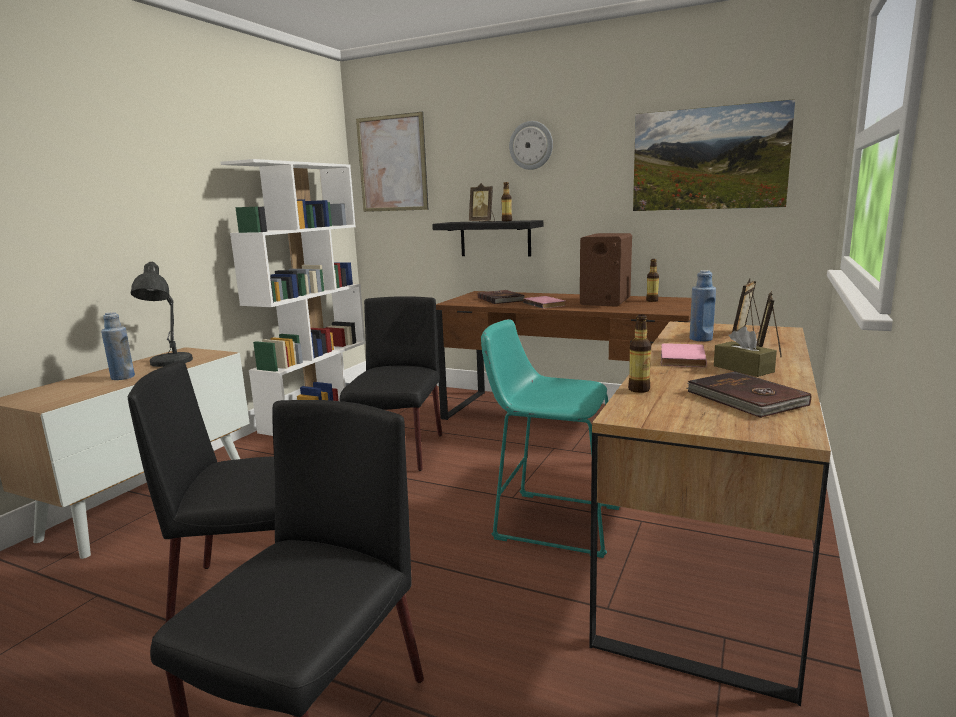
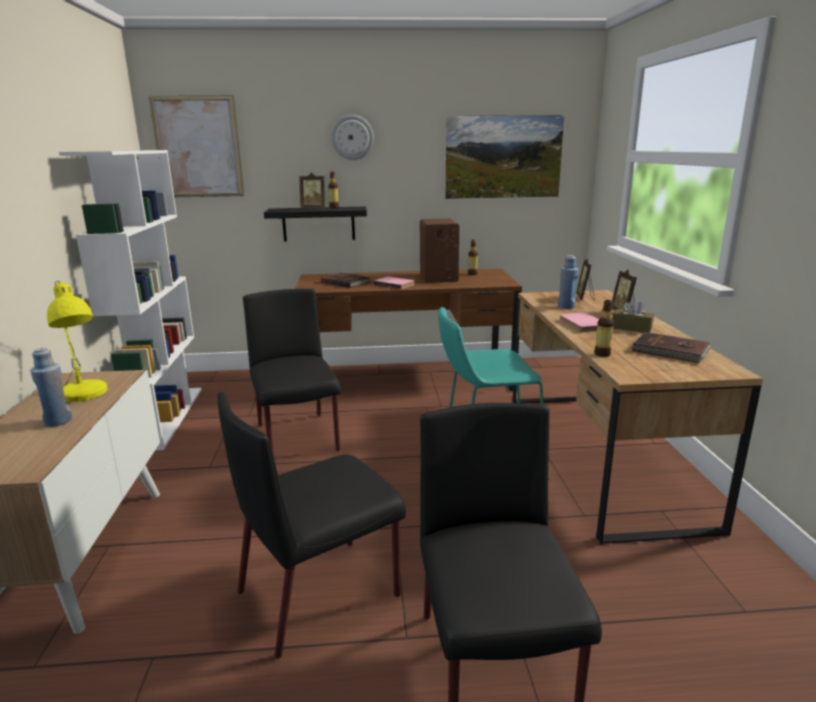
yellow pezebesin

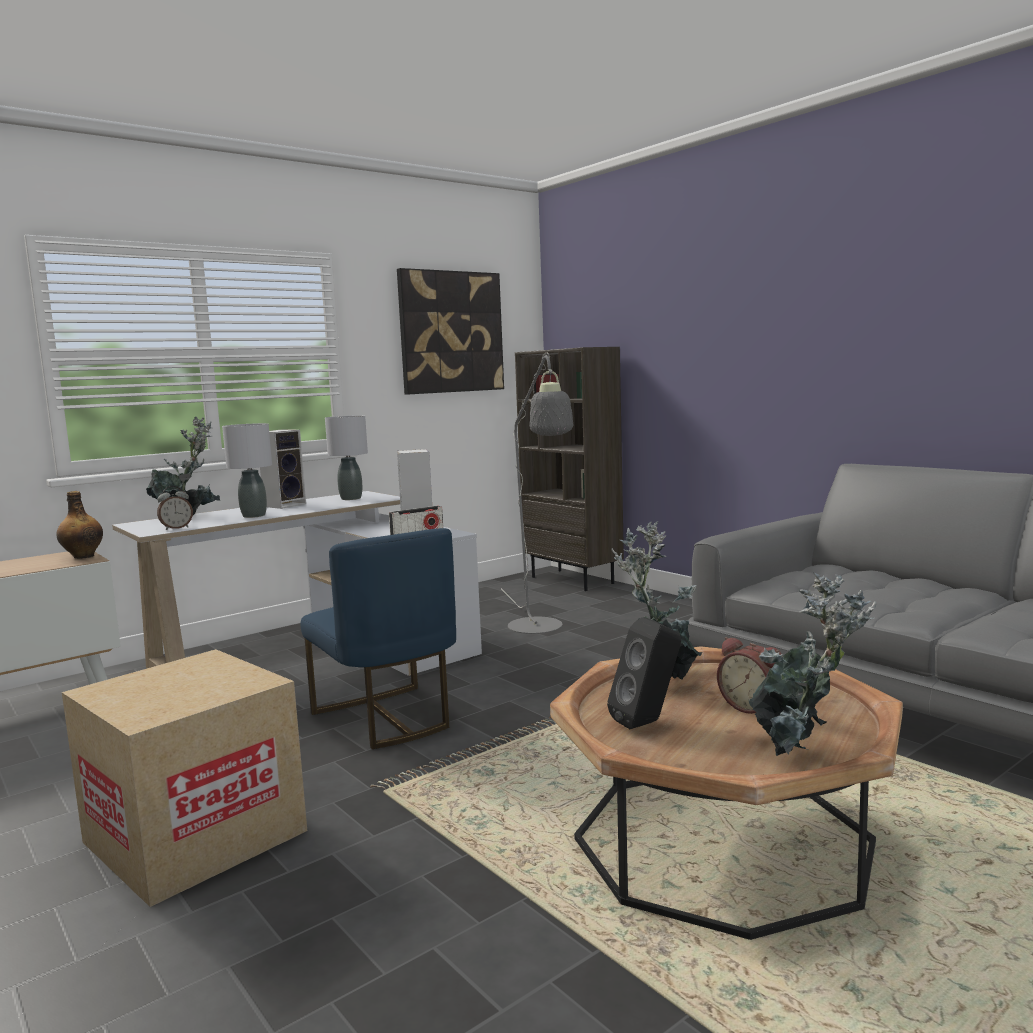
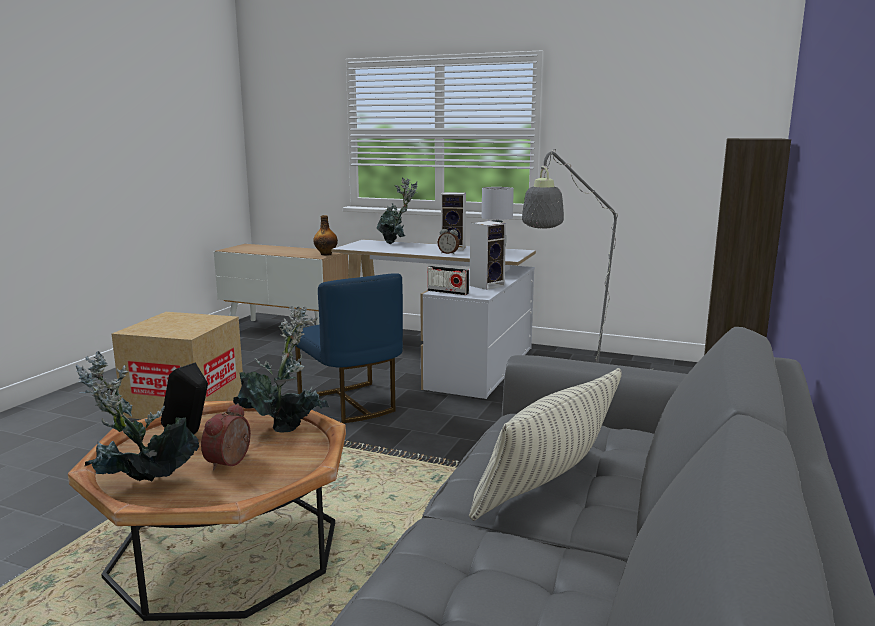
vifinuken
grey pezebesin (no. 1 from left in the first image)
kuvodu (no. 2 from left)
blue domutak
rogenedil

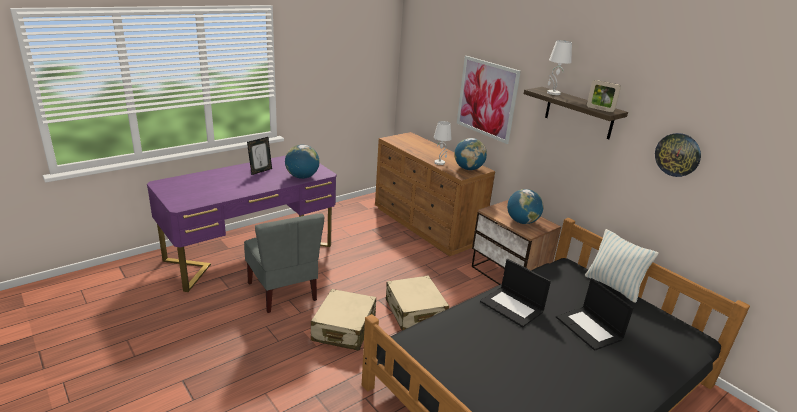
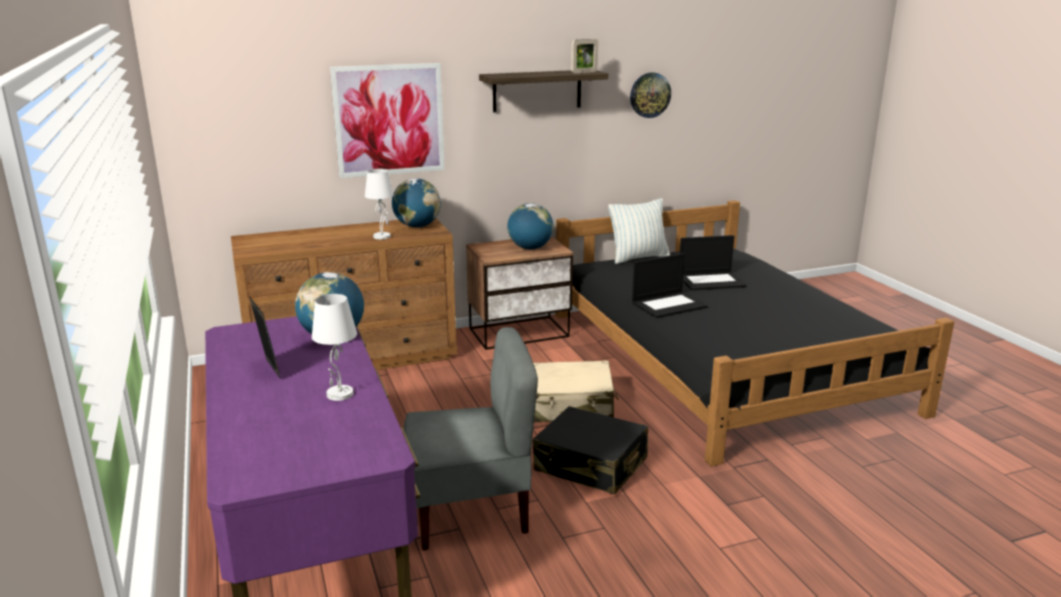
white pezebesin (no. 1 from left)
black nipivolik

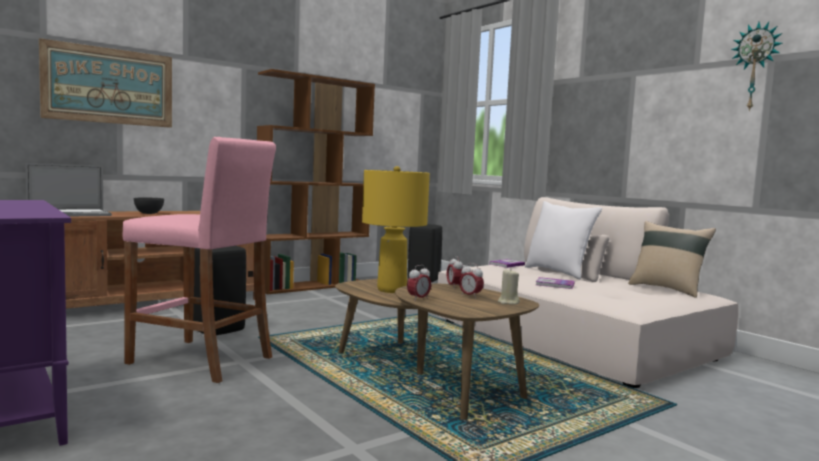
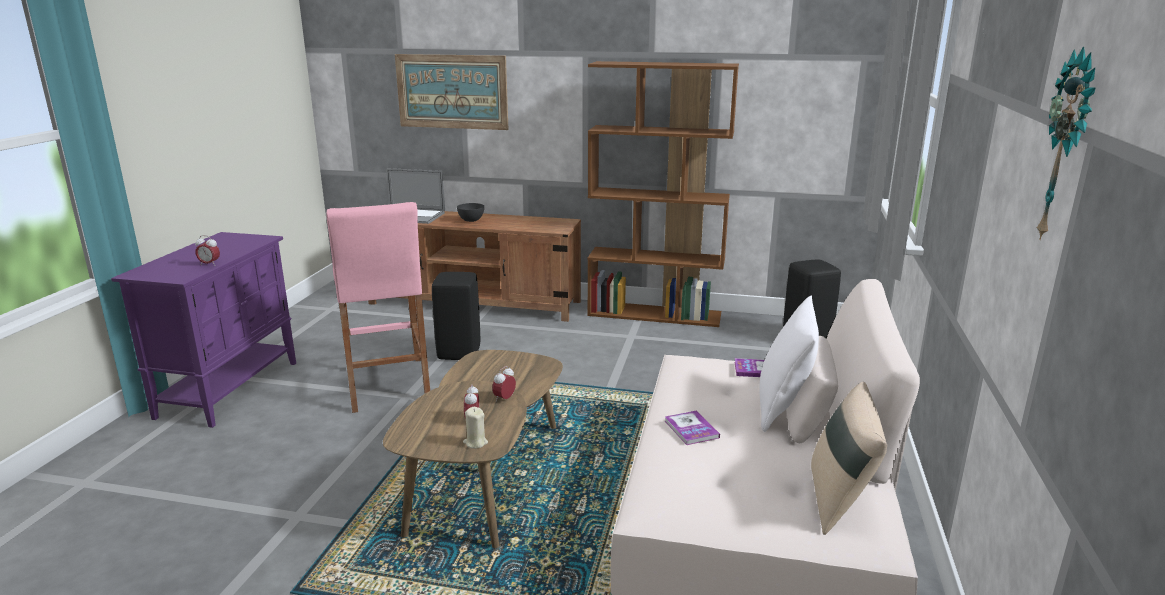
yellow pezebesin
kuvodu (no. 1 from left)

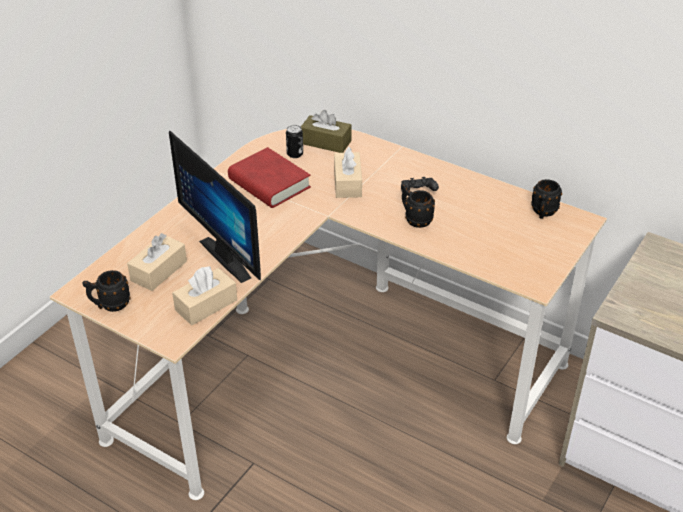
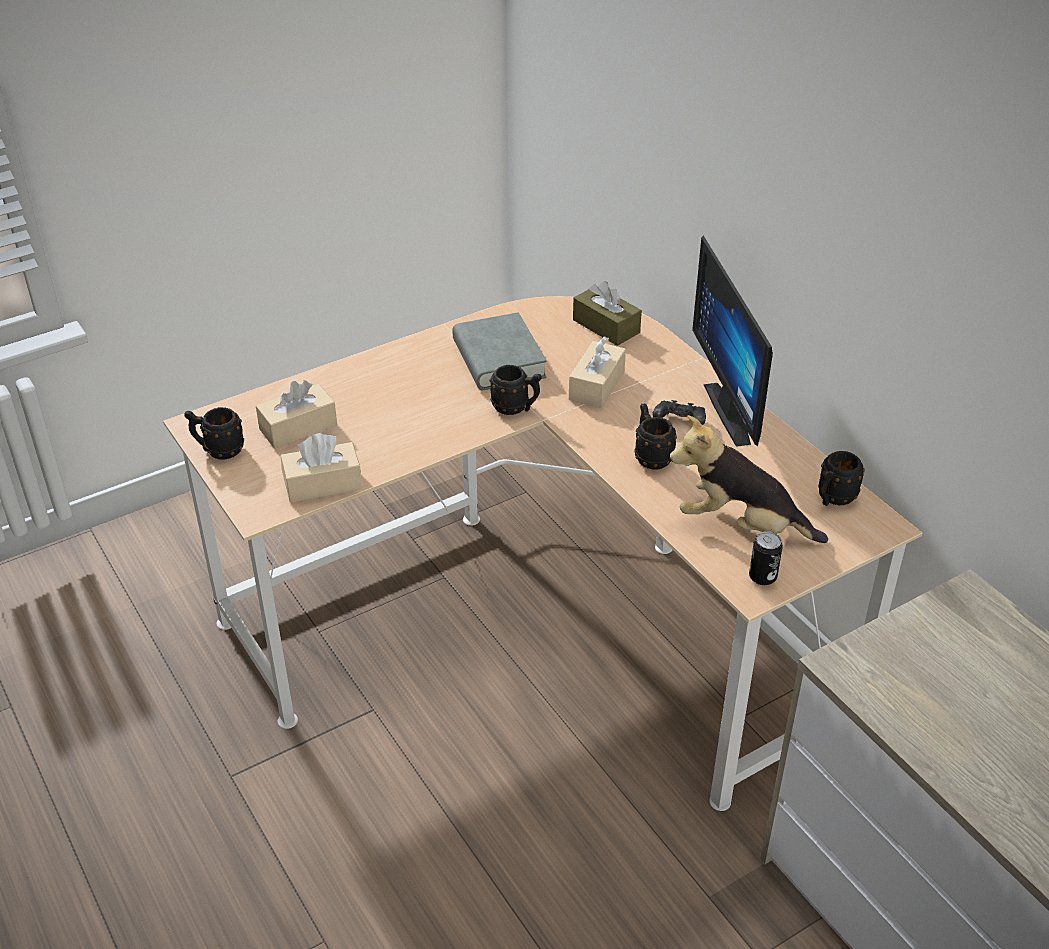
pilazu
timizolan
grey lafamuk
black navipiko (no. 2 from left)
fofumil

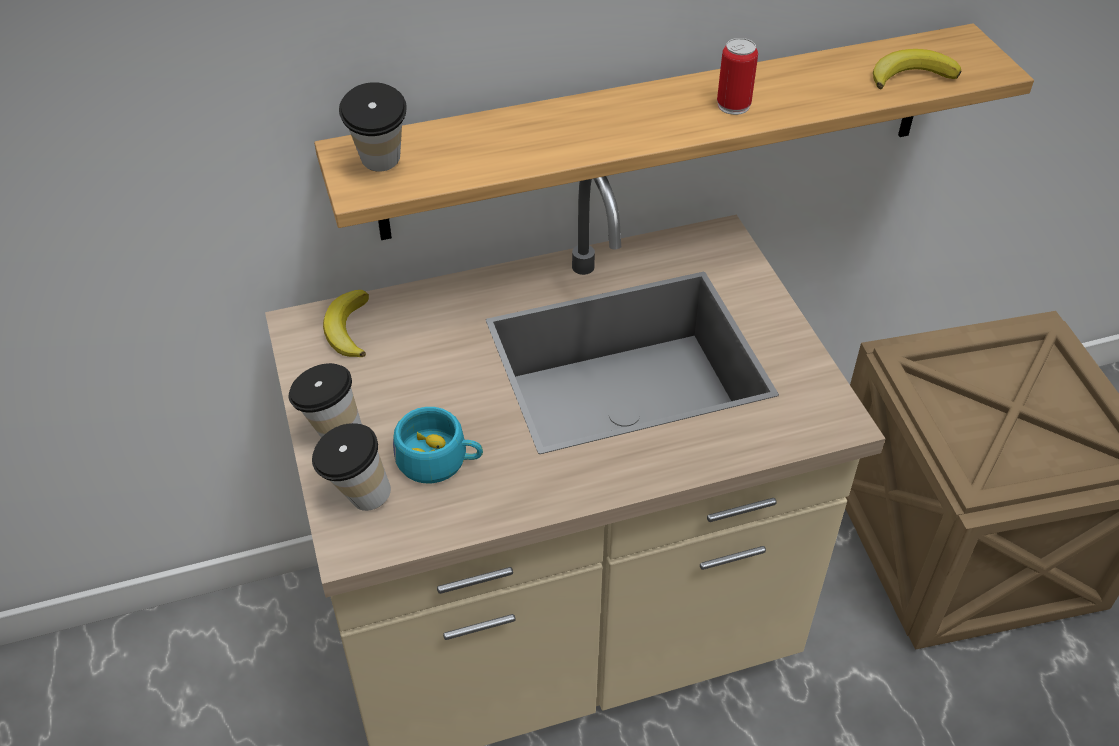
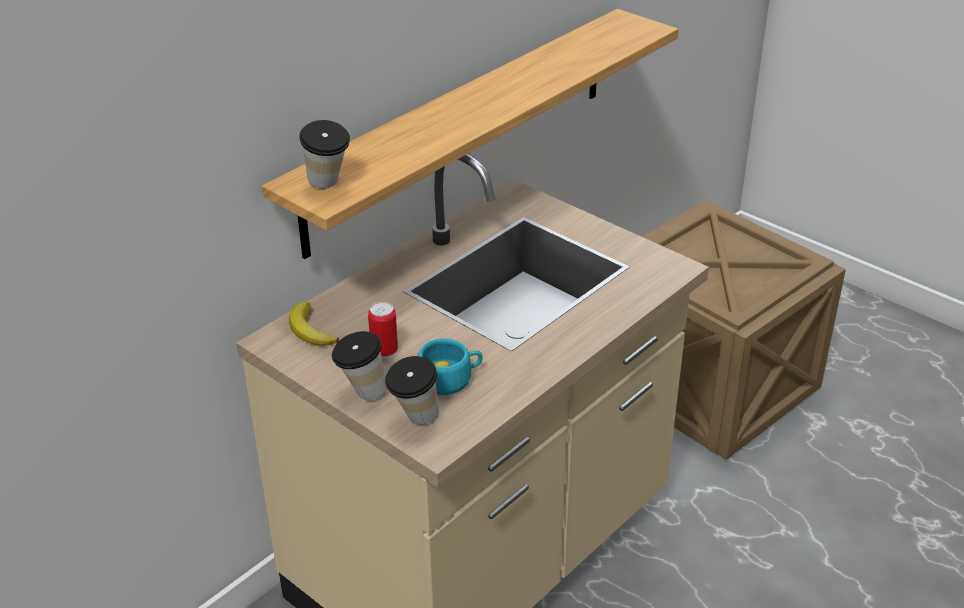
pilazu
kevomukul (no. 2 from left in the first image)

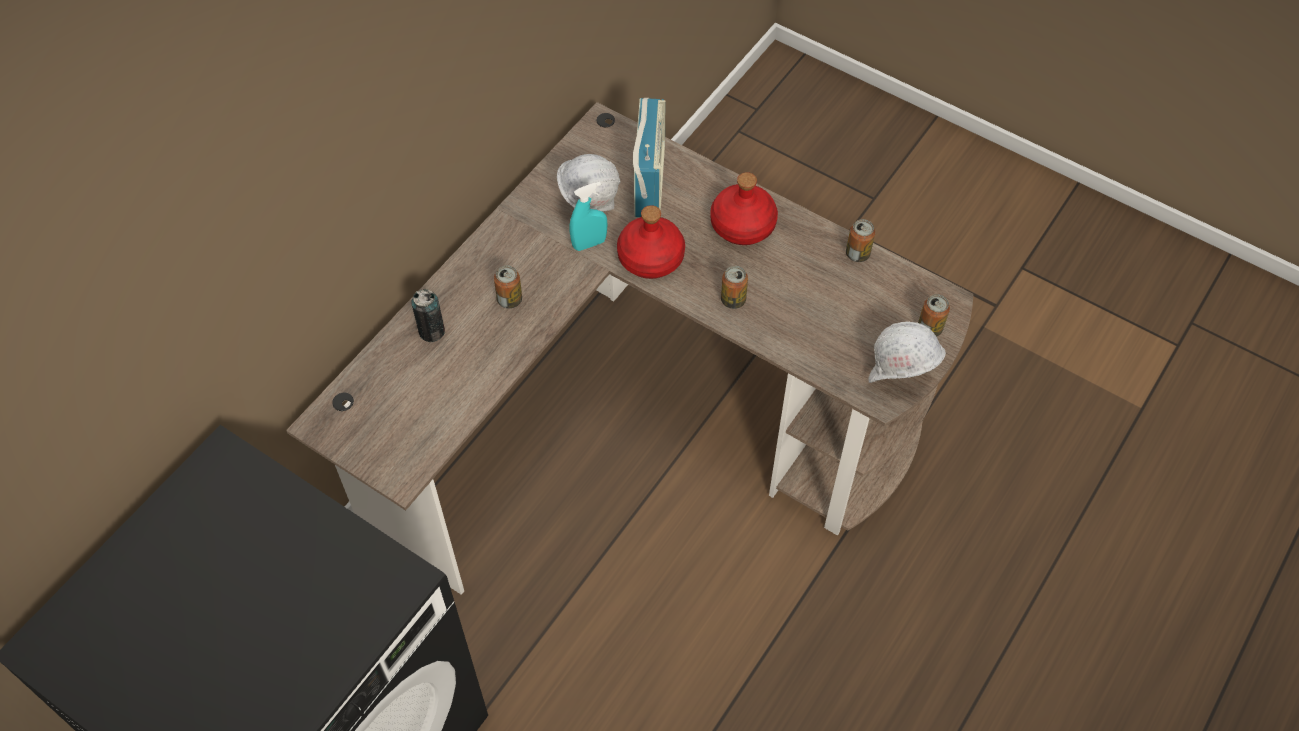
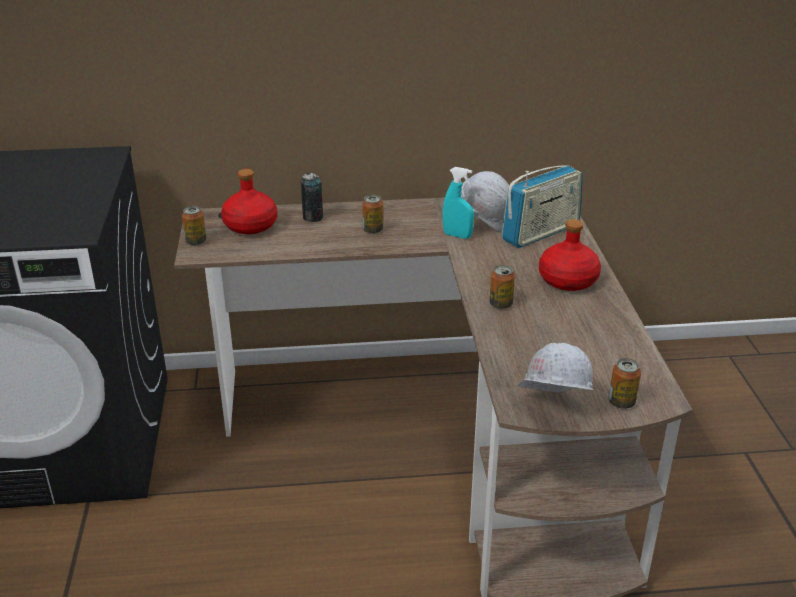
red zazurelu (no. 1 from left)
pilazu (no. 1 from left)

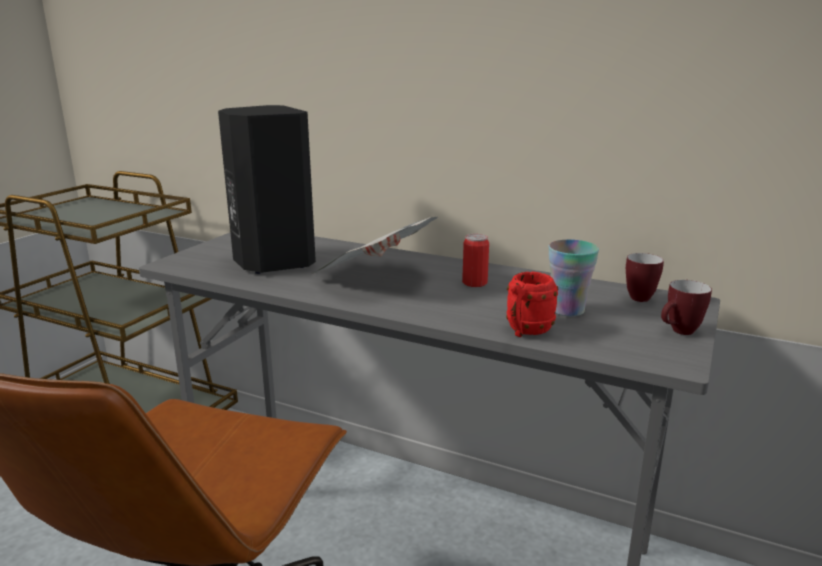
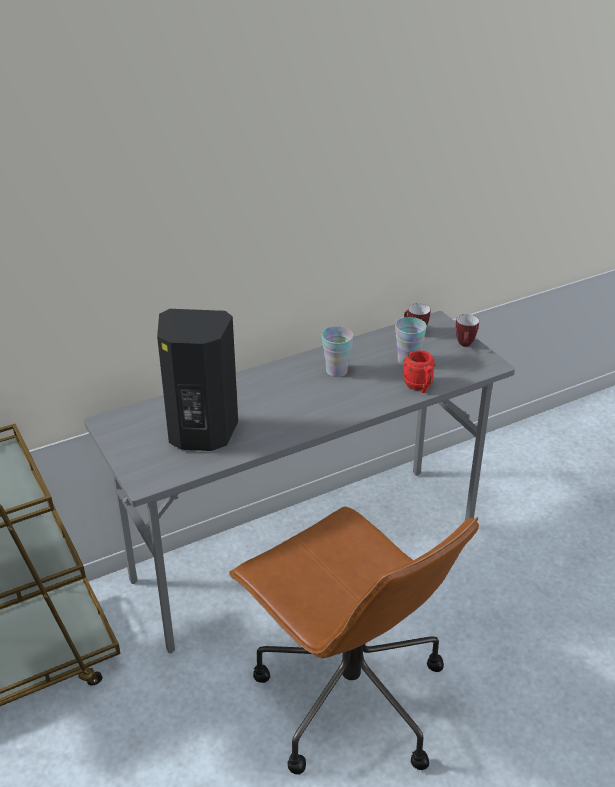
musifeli
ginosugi (no. 1 from left)

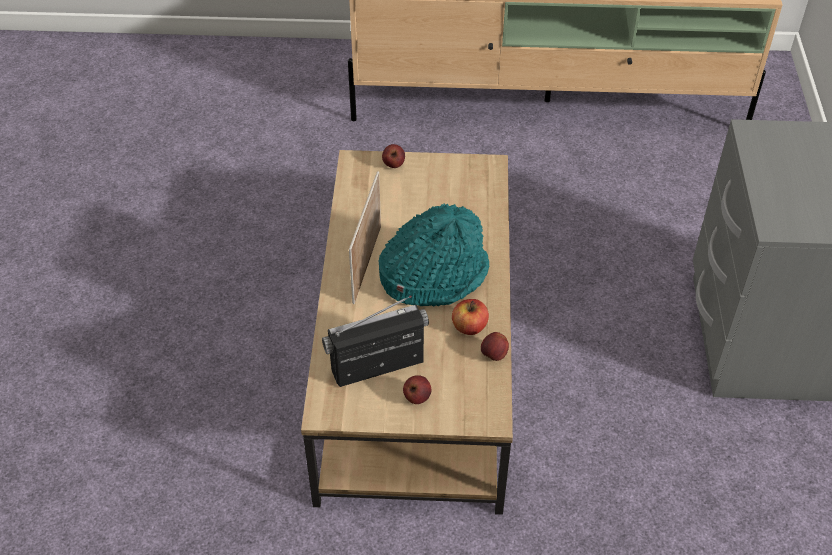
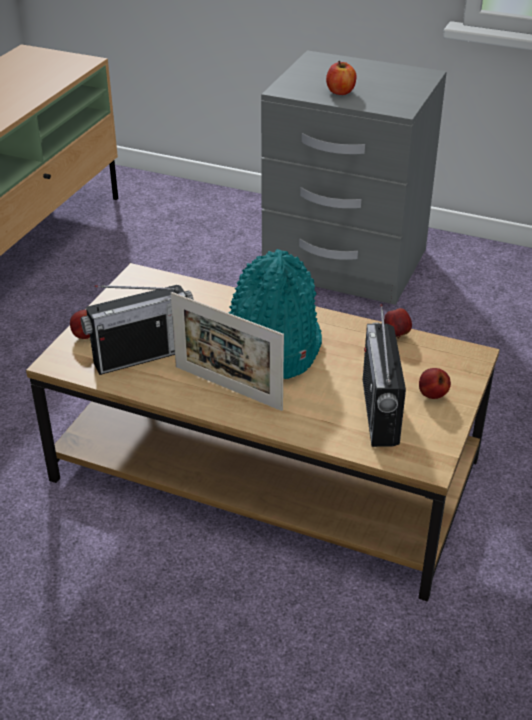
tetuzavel (no. 2 from left)
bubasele (no. 1 from left)

